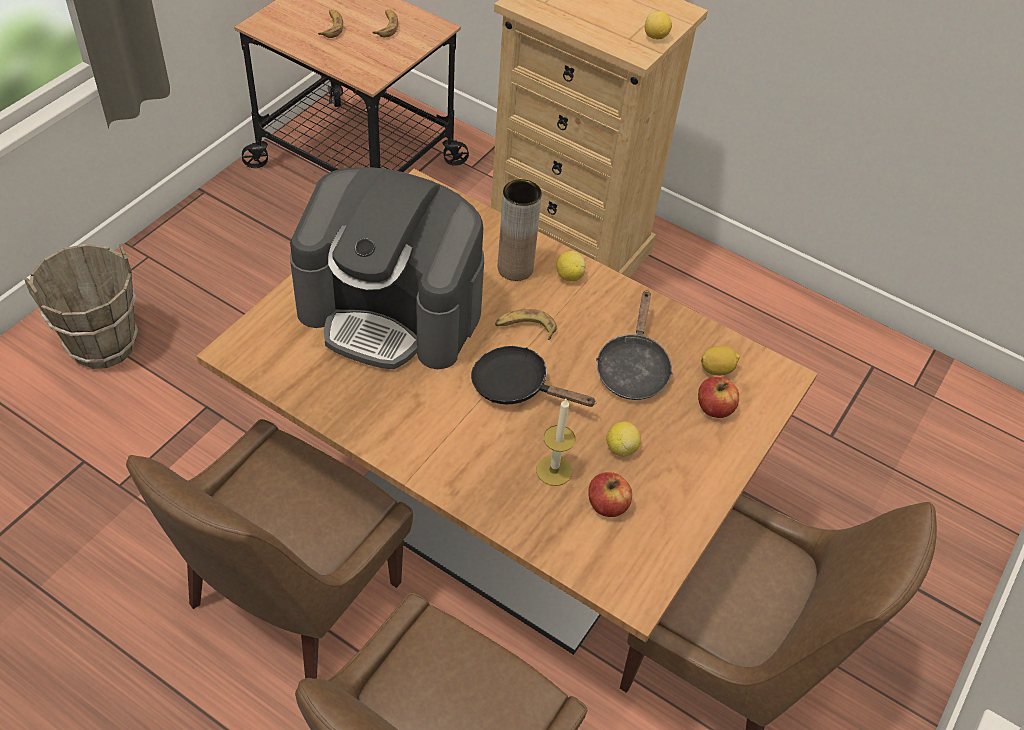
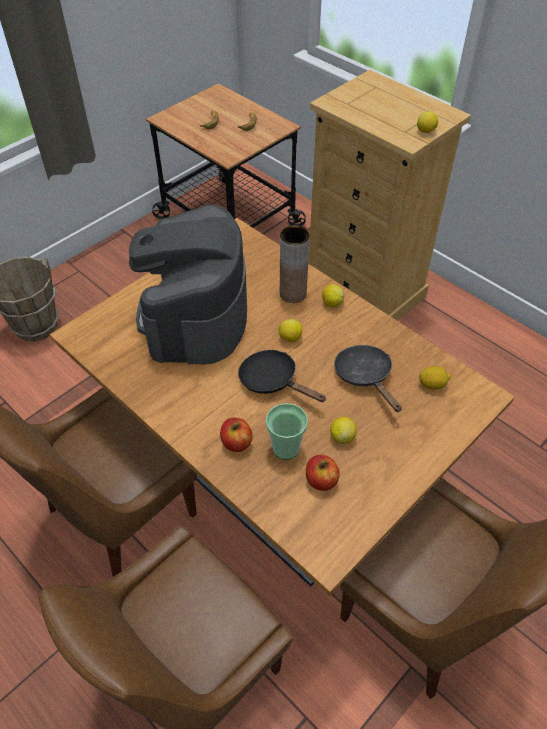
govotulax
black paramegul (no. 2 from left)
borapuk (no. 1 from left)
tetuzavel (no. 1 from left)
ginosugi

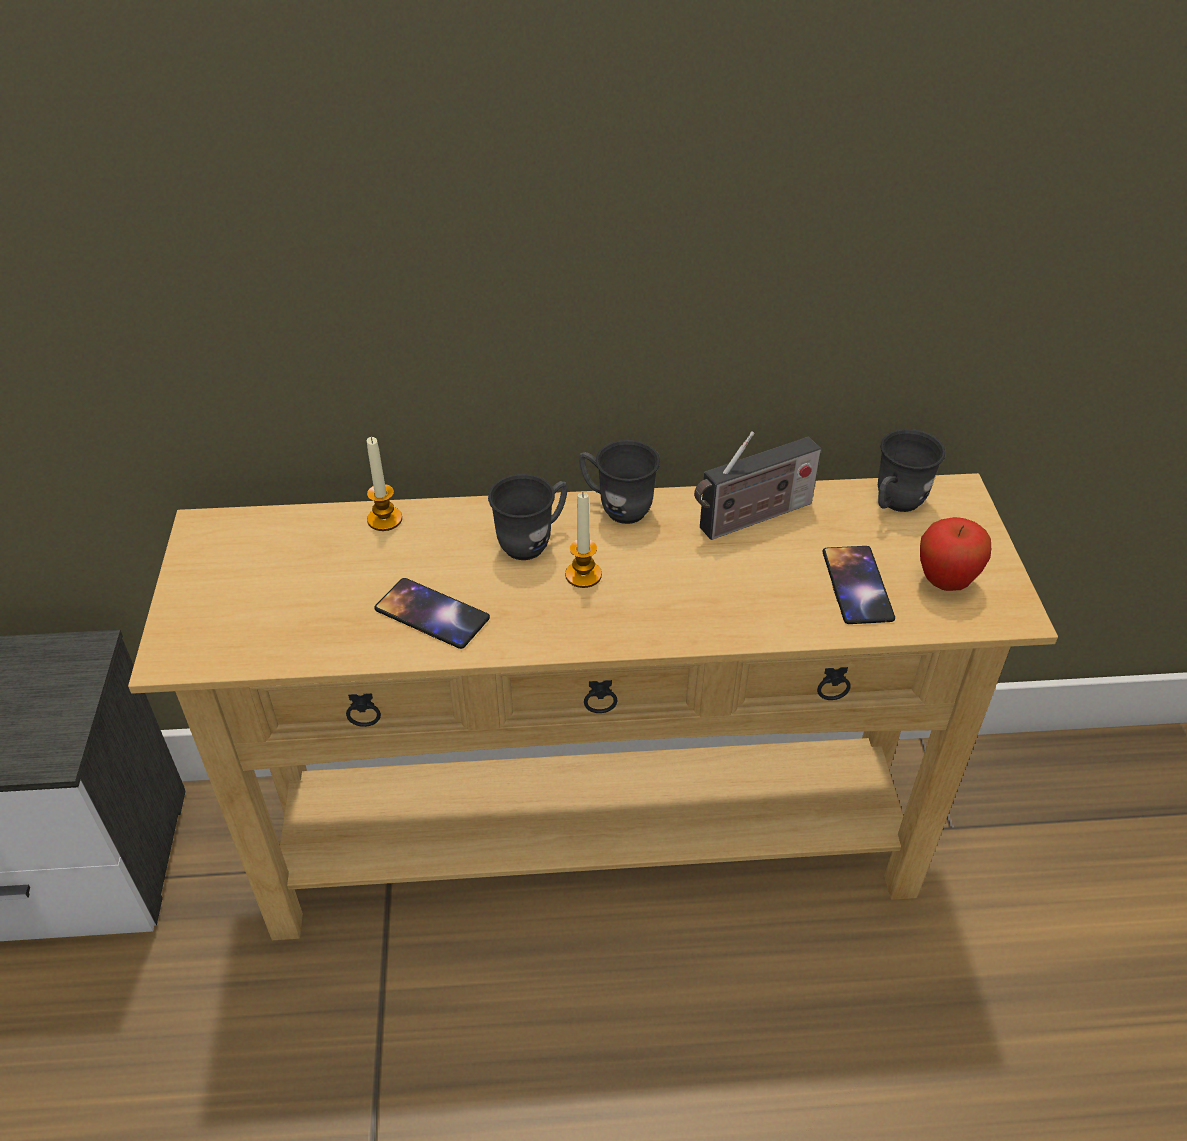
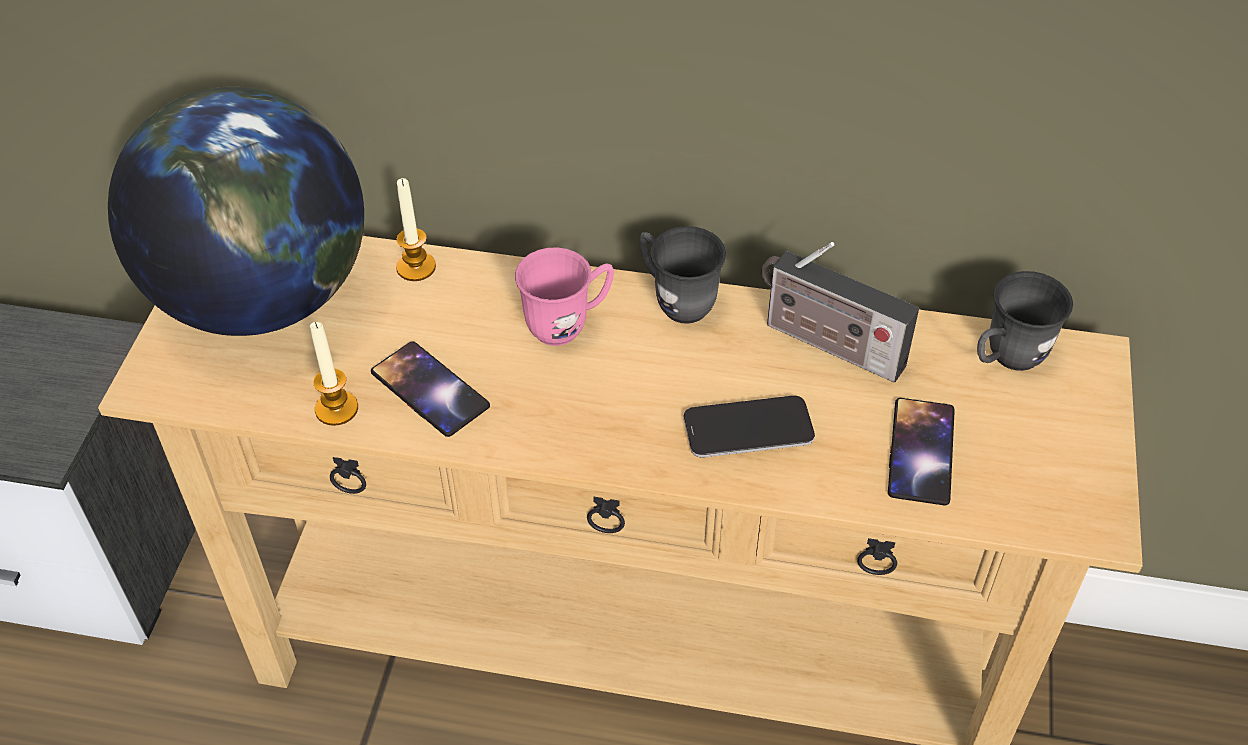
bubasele
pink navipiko
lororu (no. 1 from left)
tetuzavel
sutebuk
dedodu (no. 2 from left)

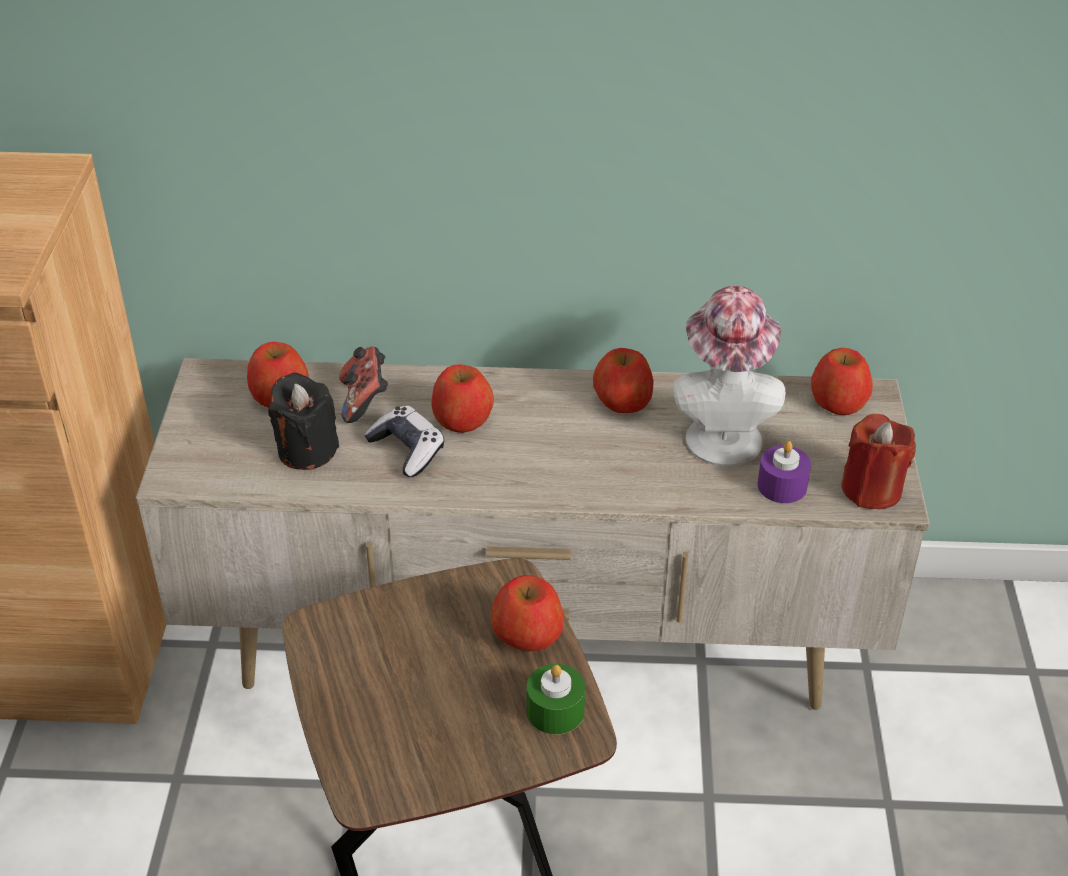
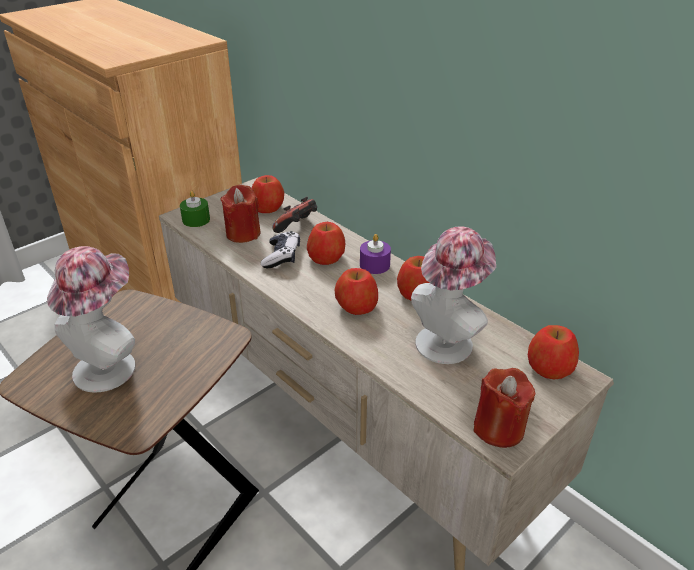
red lororu (no. 1 from left)
purple lororu
tetuzavel (no. 3 from left)
green lororu
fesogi (no. 1 from left)

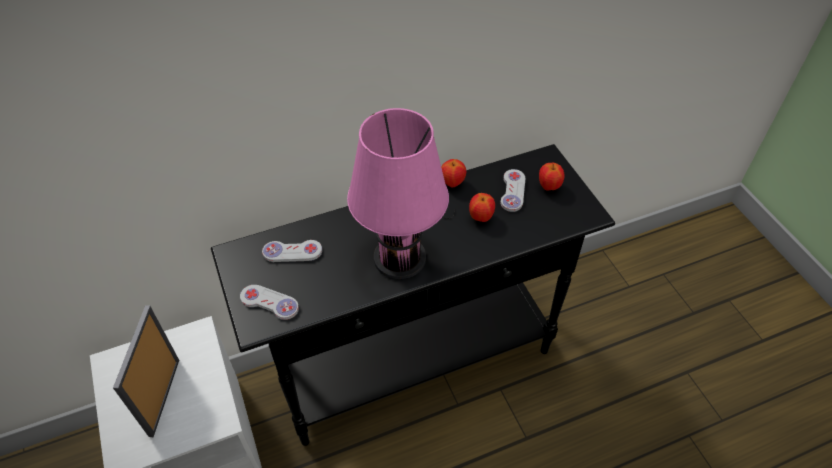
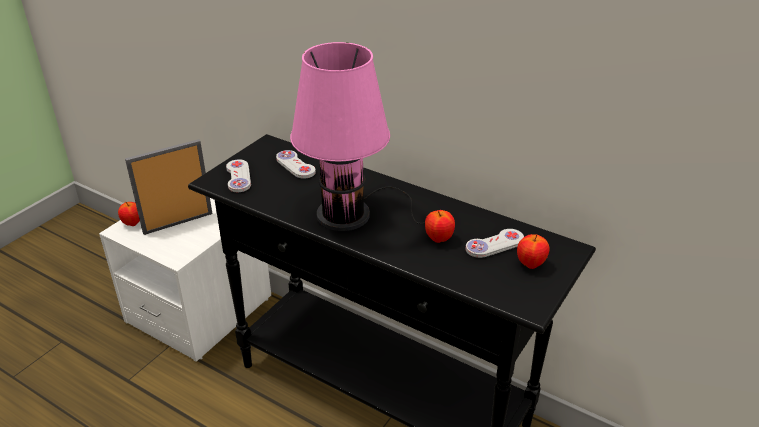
tetuzavel (no. 1 from left)

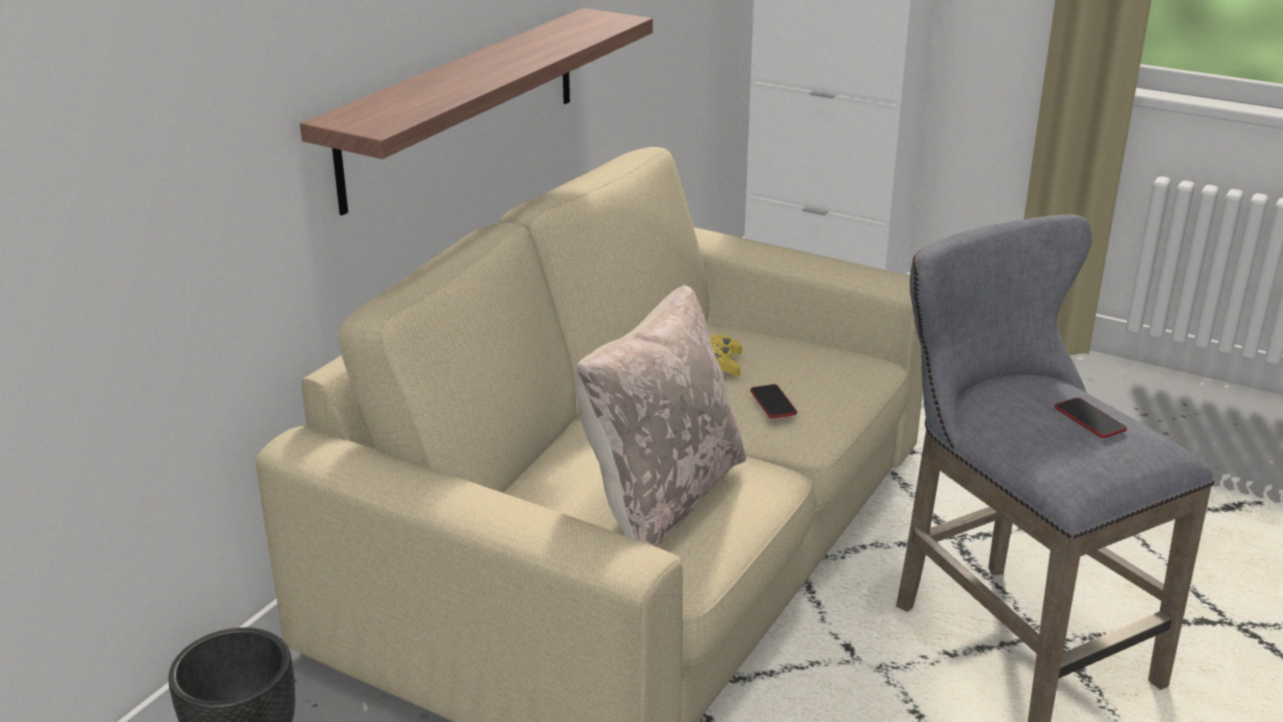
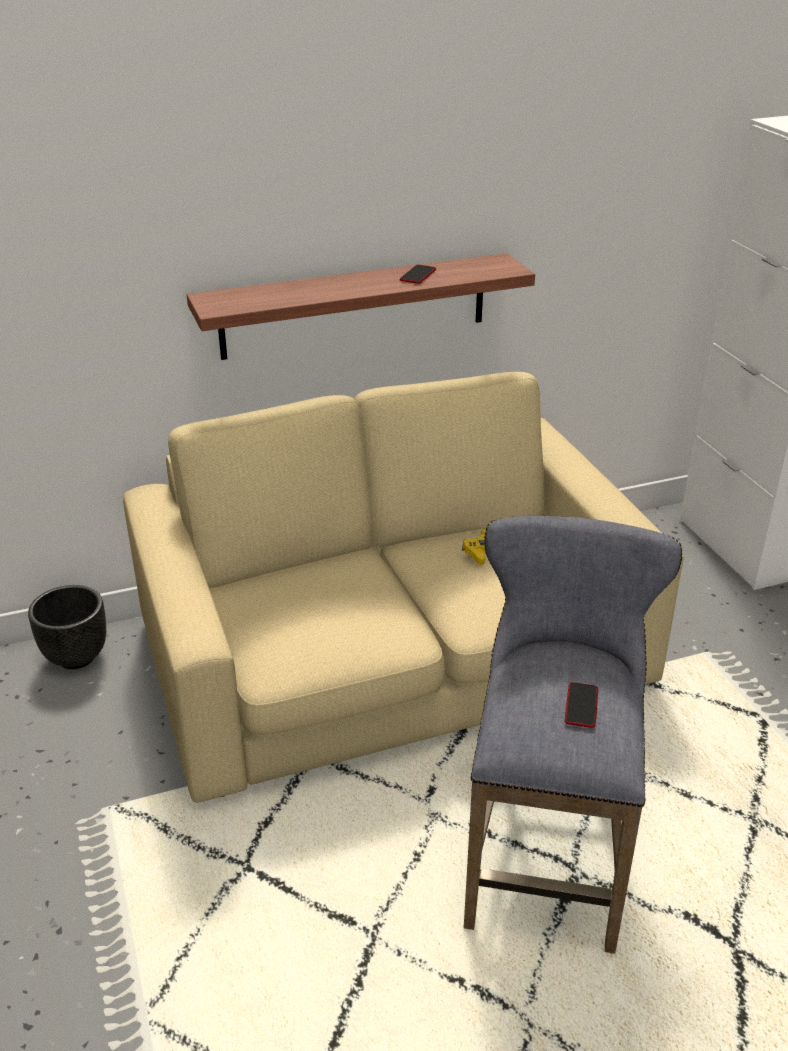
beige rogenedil
dedodu (no. 1 from left)

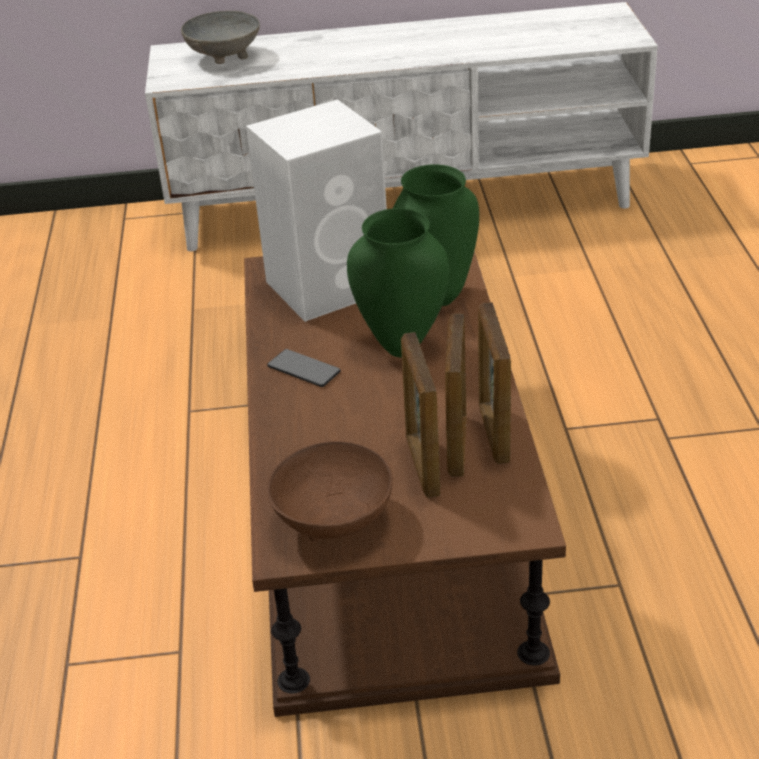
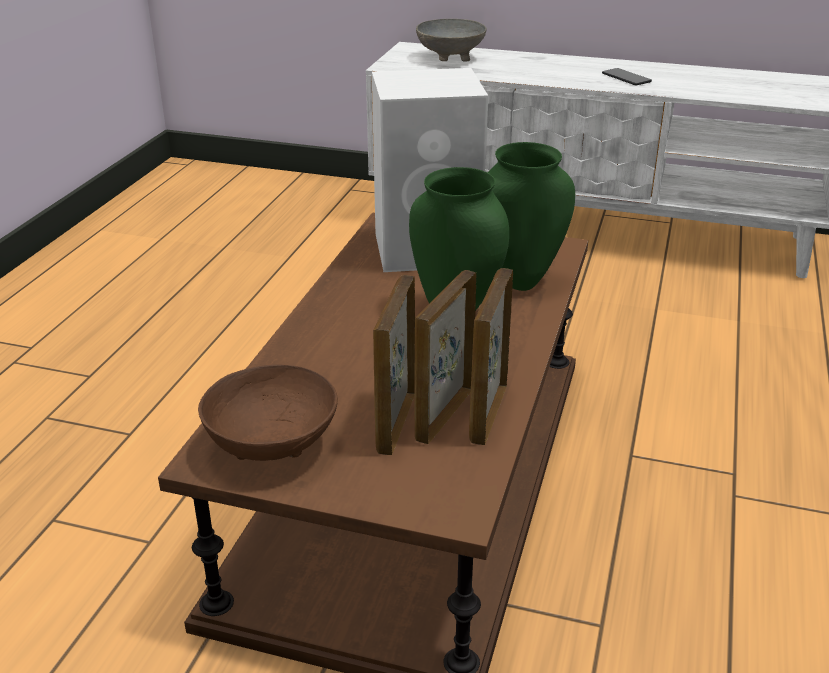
dedodu

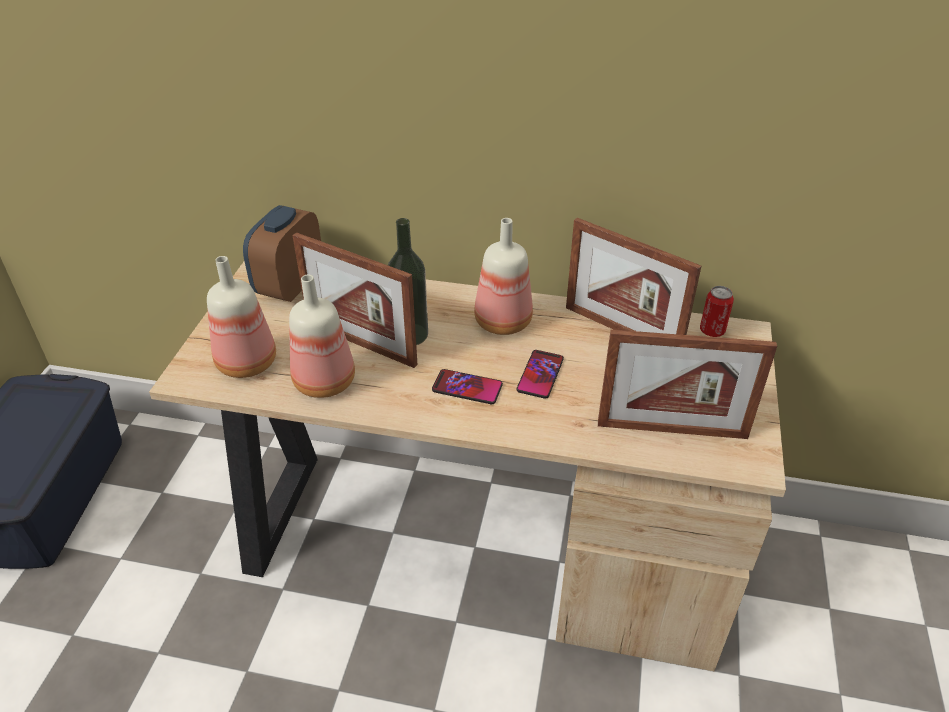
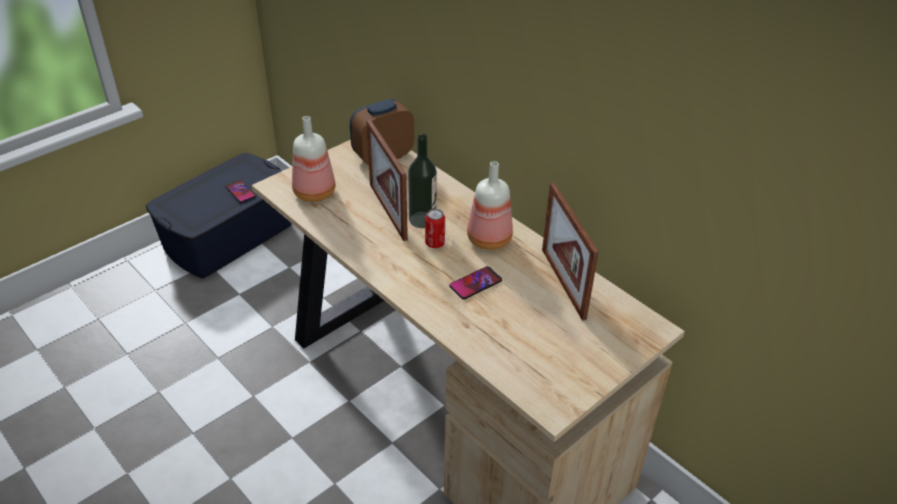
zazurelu (no. 2 from left in the first image)
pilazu
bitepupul (no. 3 from left in the first image)
dedodu (no. 1 from left)

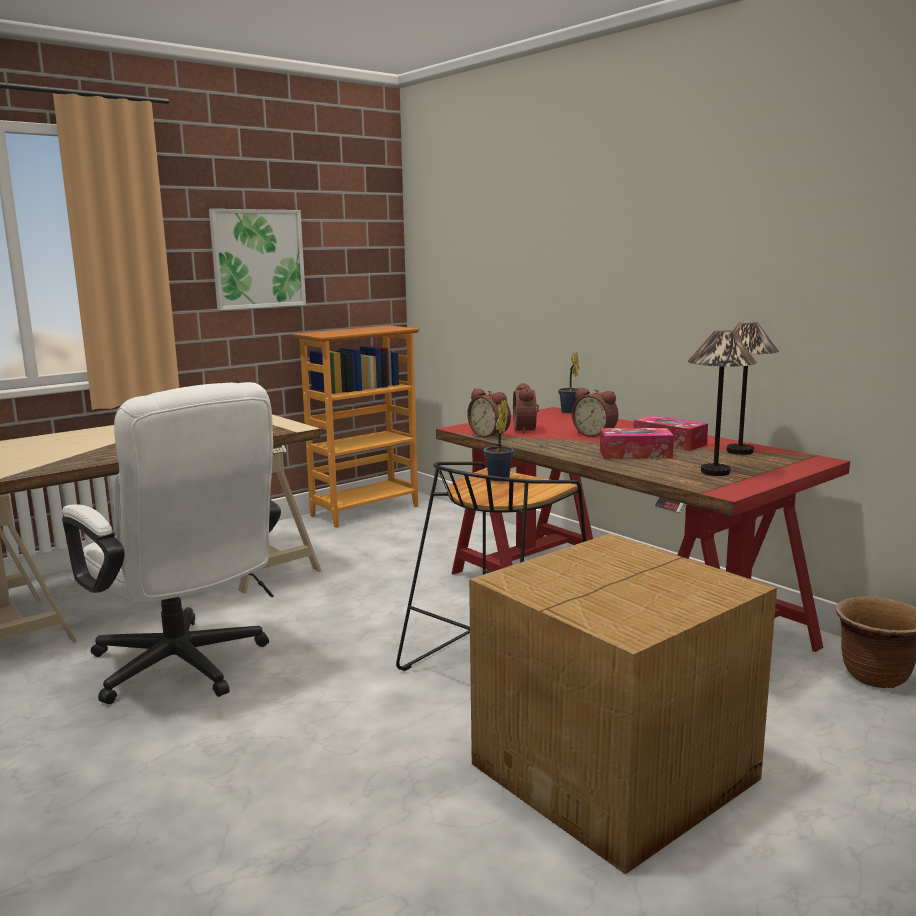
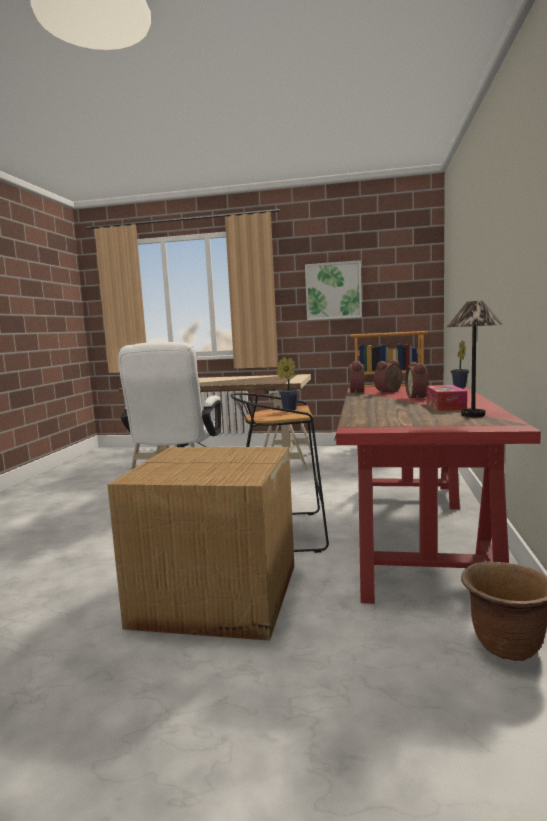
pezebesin (no. 1 from left in the first image)
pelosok (no. 1 from left in the first image)

